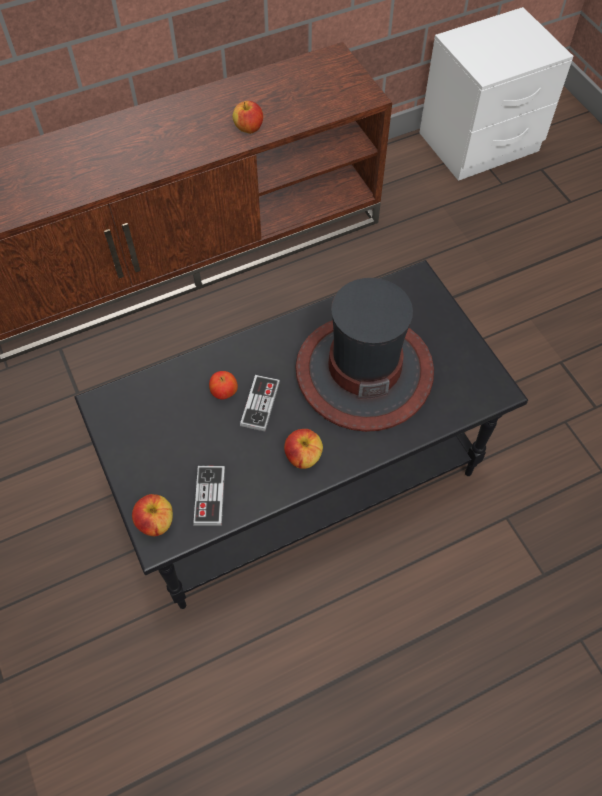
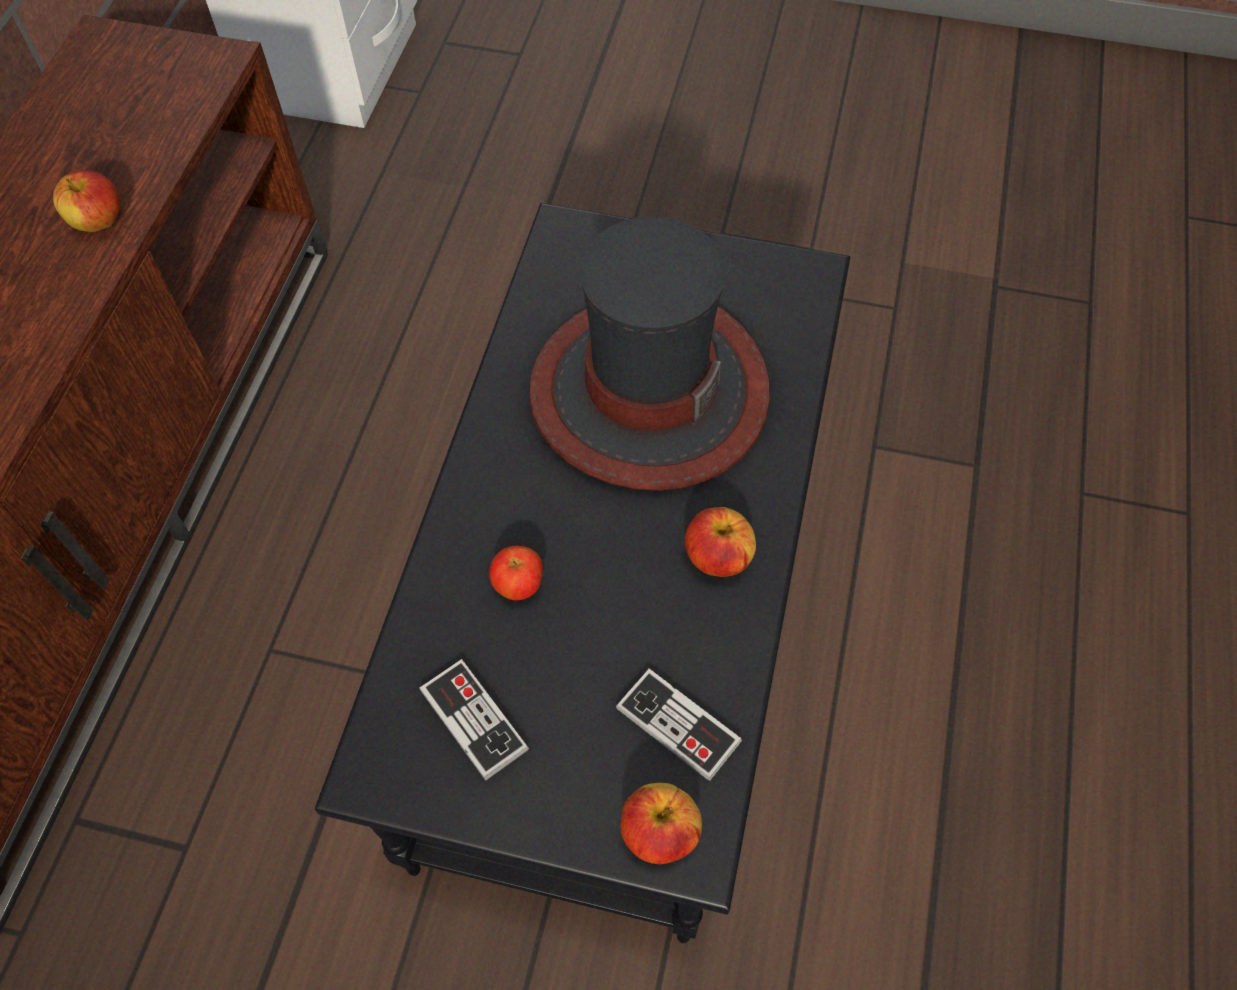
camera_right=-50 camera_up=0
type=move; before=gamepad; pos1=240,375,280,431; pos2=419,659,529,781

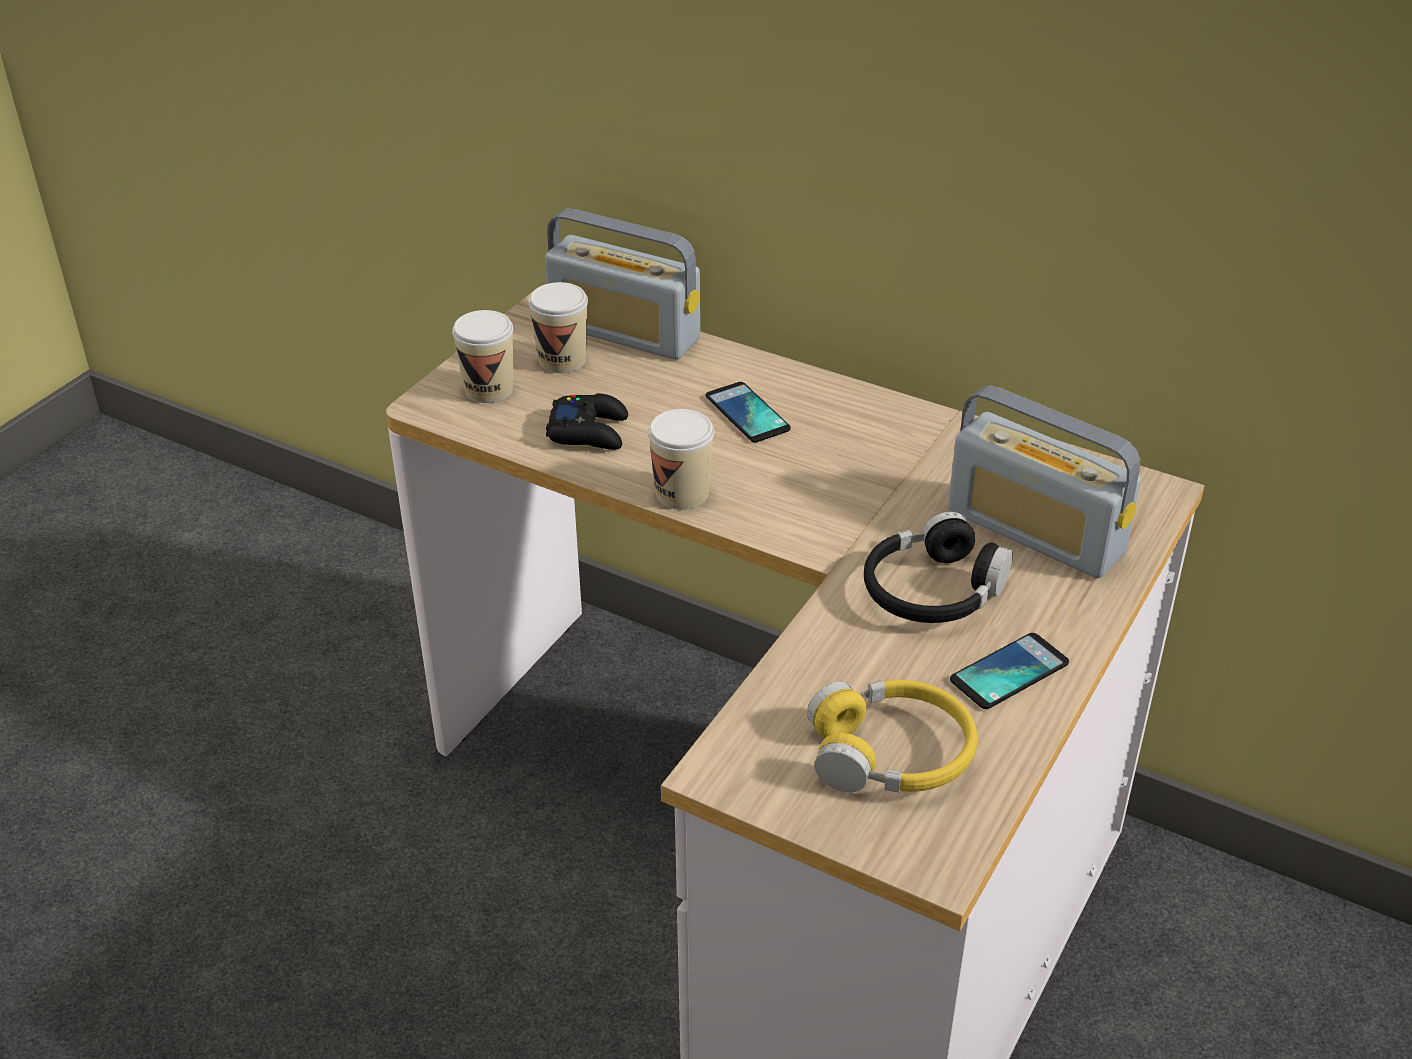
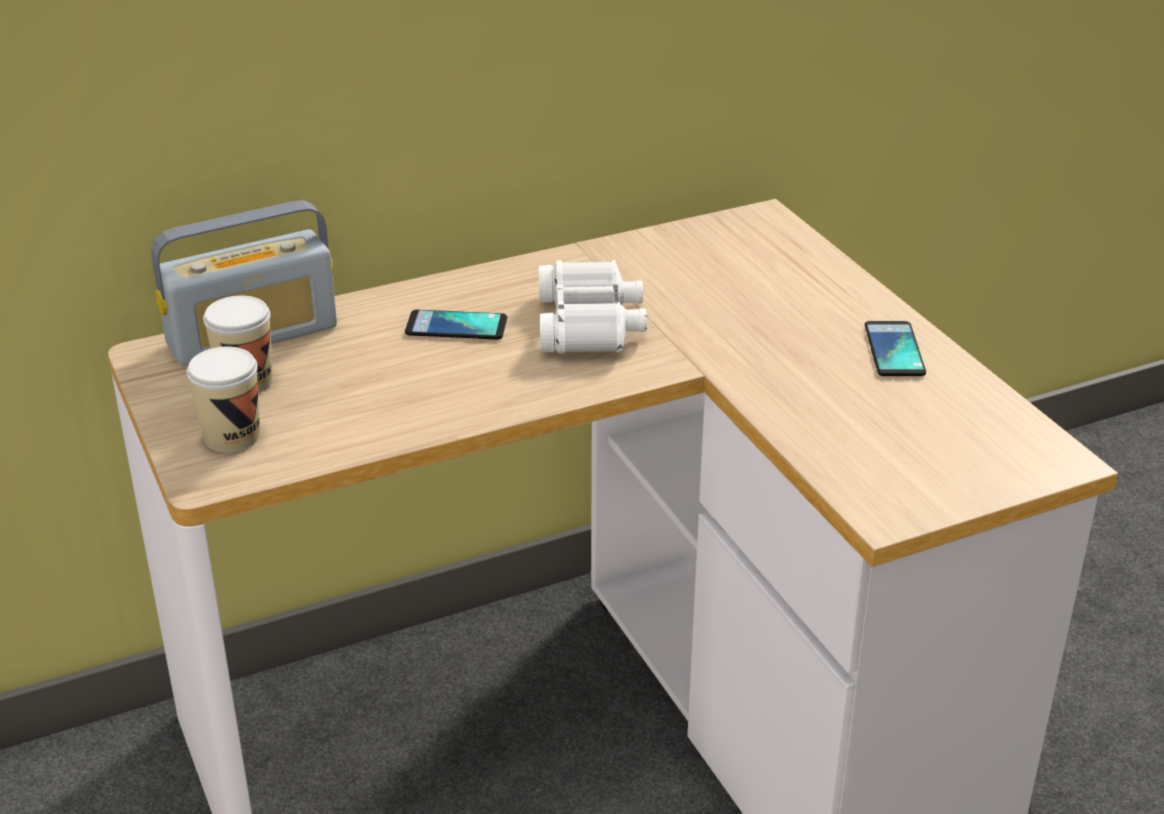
camera_right=-55 camera_up=-5
type=delete; before=blackish gamepad; pos1=546,393,628,450
type=delete; before=drinking cup; pos1=648,409,714,510
type=delete; before=yellow-coloured pair of headphones; pos1=807,680,978,792
type=delete; before=blackish pair of headphones; pos1=864,512,1013,623
type=delete; before=radio set; pos1=948,385,1141,578
type=insert; after=whitish field glasses; pos2=539,260,647,353

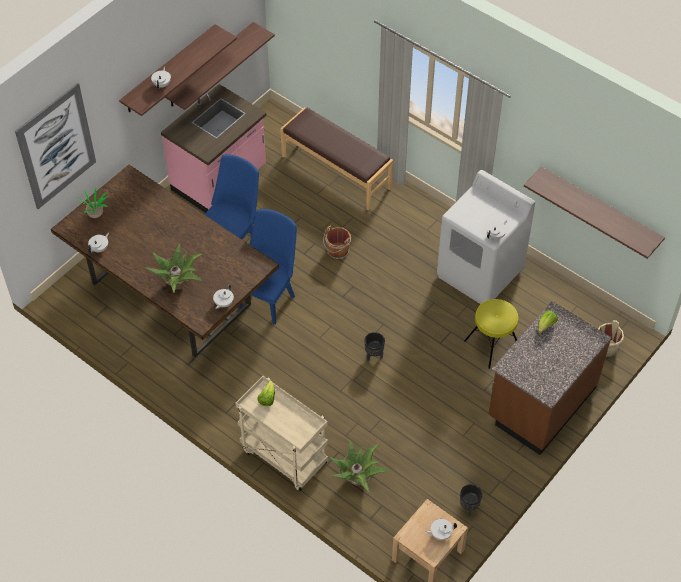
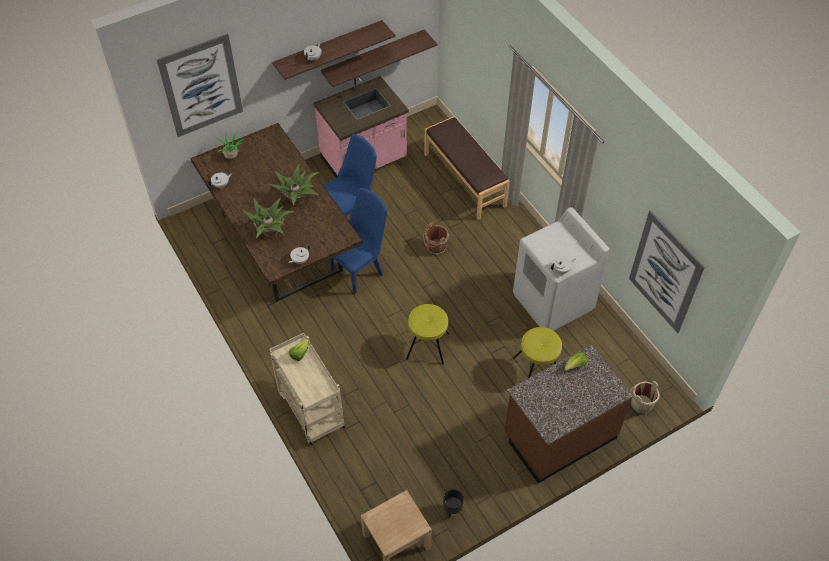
camera_right=20 camera_up=0
type=move; before=houseplant; pos1=329,440,390,492; pos2=269,164,319,205
type=replace; before=blackish flower pot; after=yellow-coloured sitting stool; pos1=365,332,385,361; pos2=406,304,449,365
type=delete; before=whitish pot for tea; pos1=425,519,457,540
type=replace; before=wall shelf; after=picture; pos1=524,167,665,259; pos2=629,210,705,333

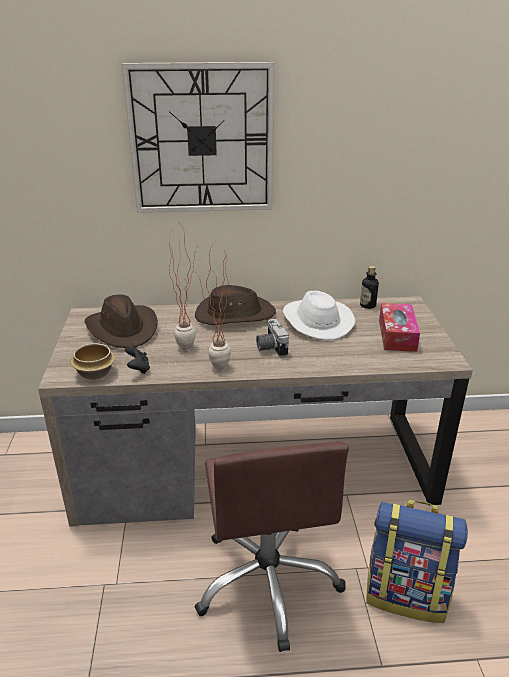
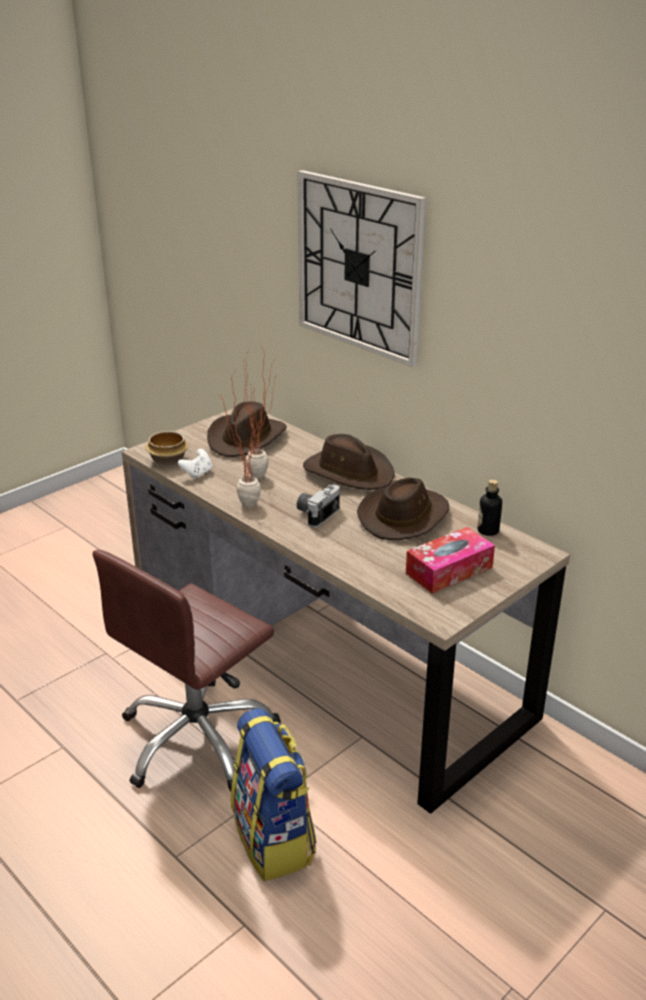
camera_right=50 camera_up=0
type=recolor; before=blackish gamepad; after=whitish gamepad; pos1=125,346,150,374; pos2=178,449,212,479
type=recolor; before=whitish clothing hat; after=brownish clothing hat; pos1=283,291,355,340; pos2=357,478,449,540

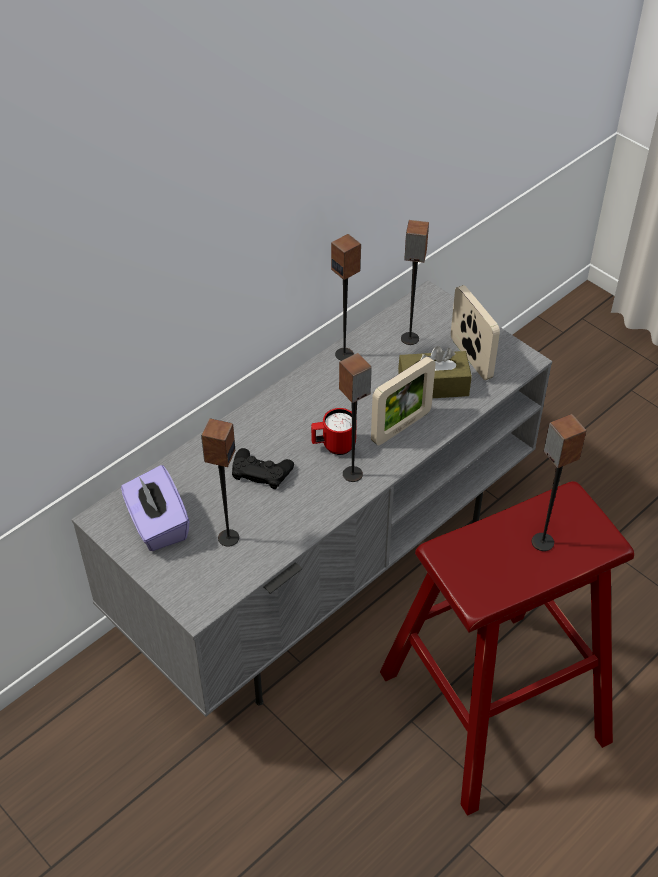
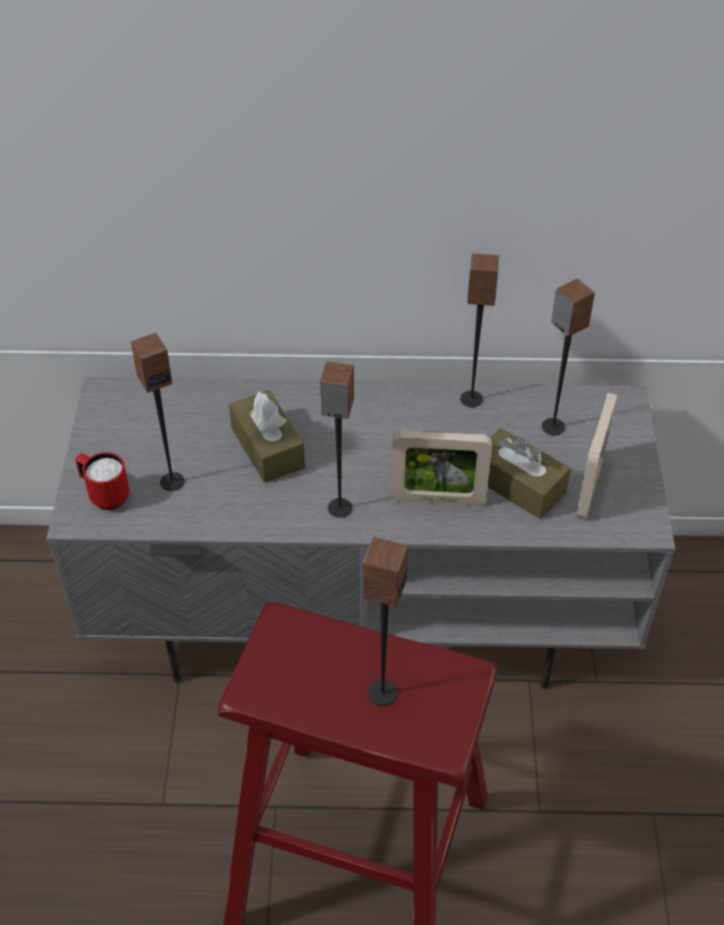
camera_right=45 camera_up=0
type=delete; before=purple tissue holder; pos1=121,465,190,551
type=replace; before=blackish gamepad; after=brownish tissue holder; pos1=232,448,294,489; pos2=229,390,305,483
type=move; before=reddish tea mug; pos1=311,408,357,455; pos2=75,452,130,510

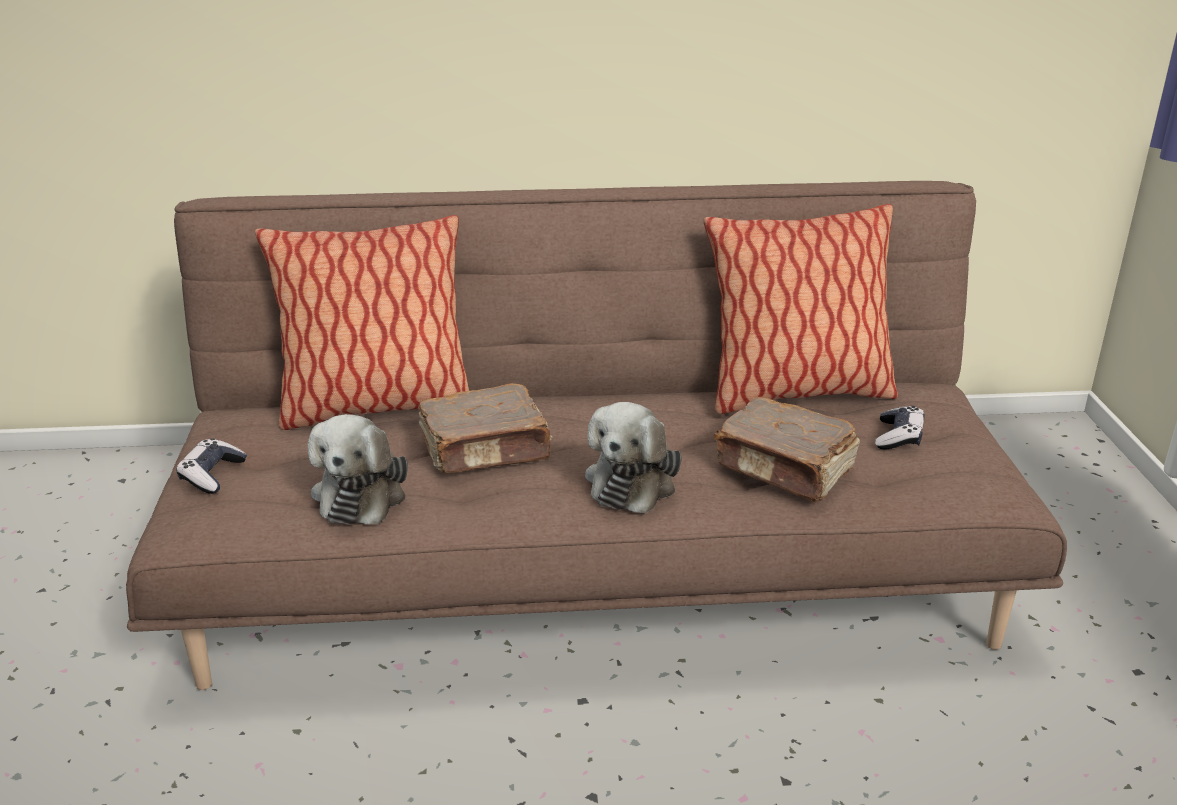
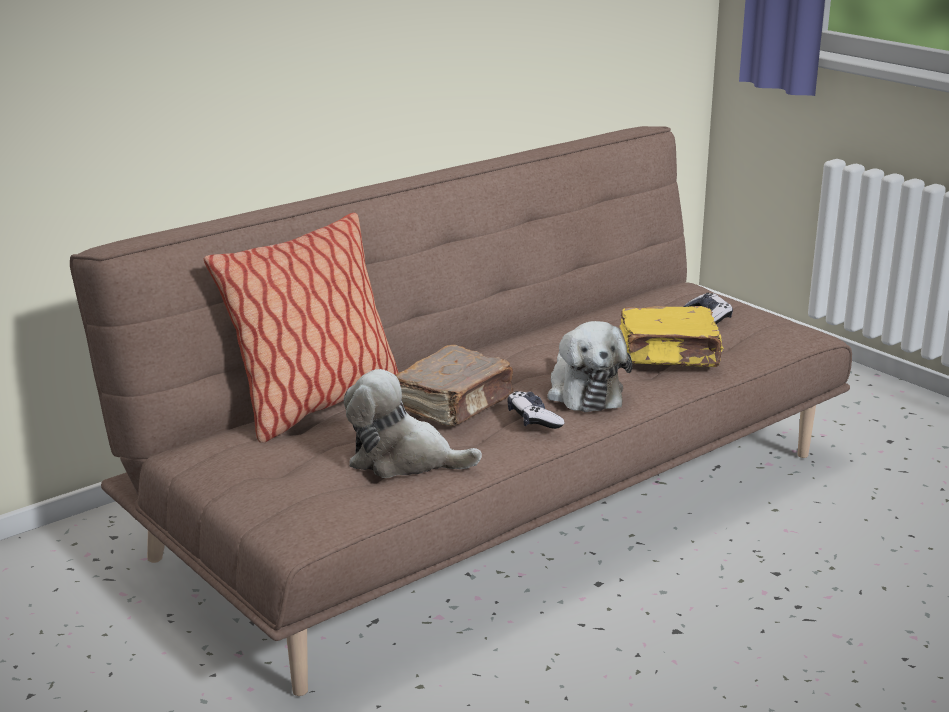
camera_right=-35 camera_up=-5
type=move; before=gamepad; pos1=176,439,247,494; pos2=507,391,564,429
type=rotate; before=cuddly toy; pos1=308,414,408,524; pos2=344,369,482,478; turn=135
type=delete; before=pillow; pos1=704,204,898,414
type=recolor; before=brownish book; after=yellow-coloured book; pos1=714,396,860,502; pos2=620,306,724,367

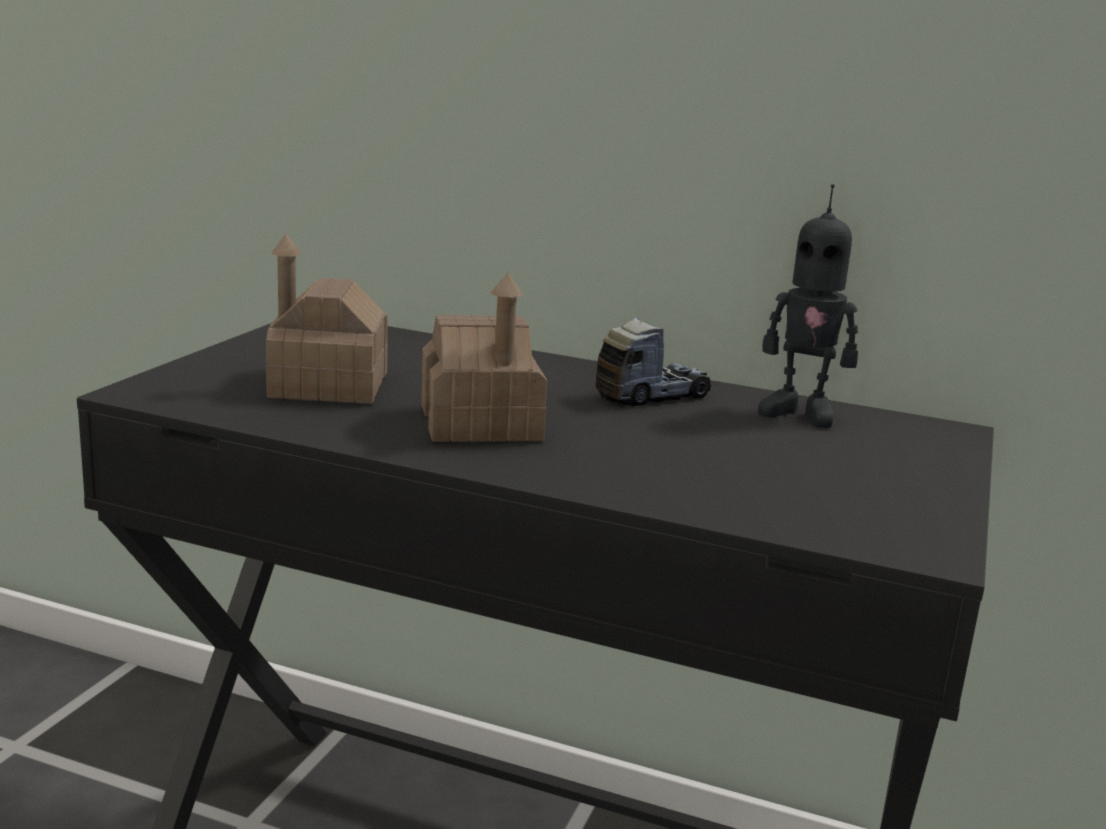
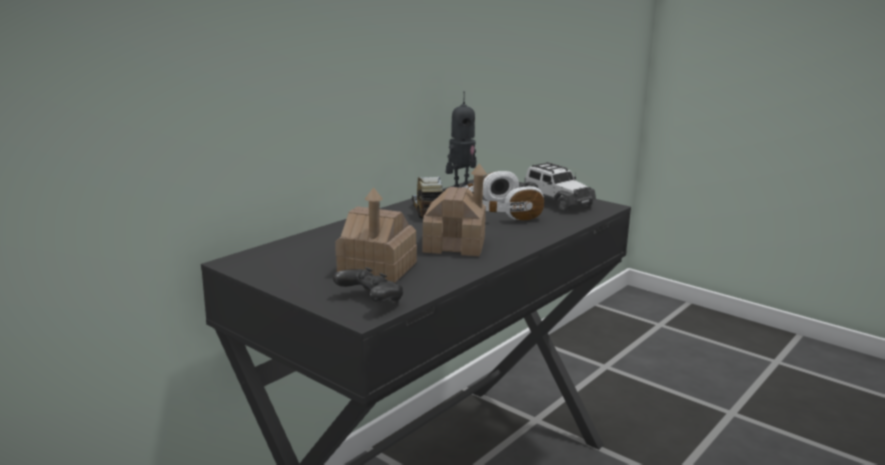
camera_right=-70 camera_up=0
type=insert; after=blackish gamepad; pos2=333,267,403,303
type=insert; after=whitish pair of headphones; pos2=462,171,544,220
type=insert; after=model car; pos2=522,162,596,212

